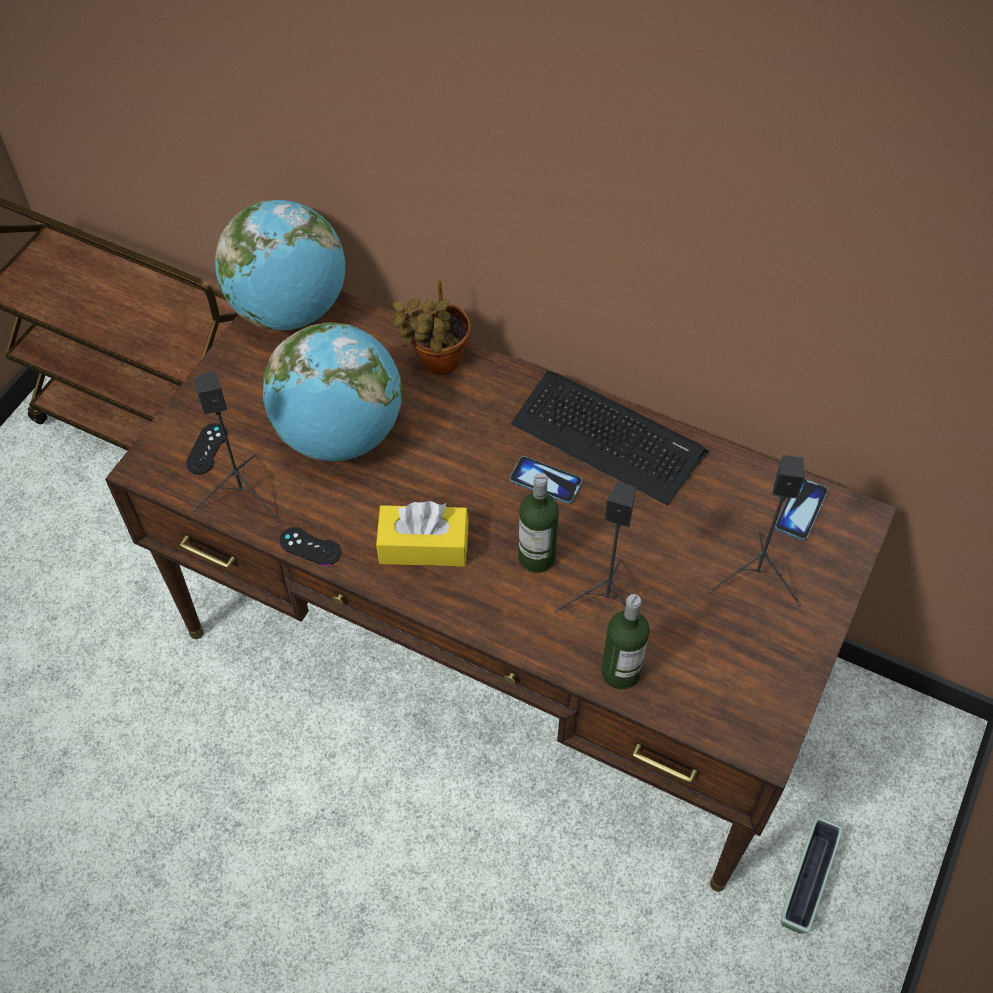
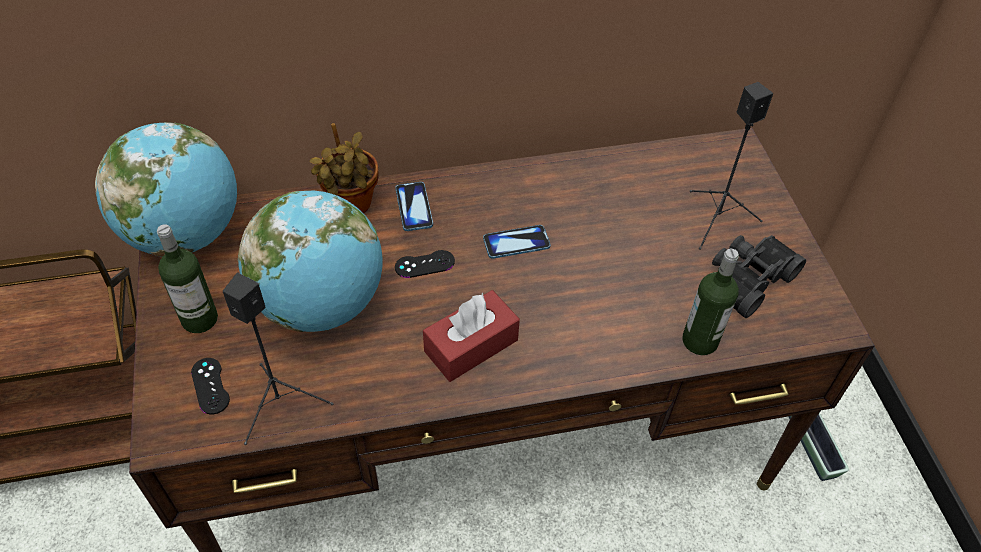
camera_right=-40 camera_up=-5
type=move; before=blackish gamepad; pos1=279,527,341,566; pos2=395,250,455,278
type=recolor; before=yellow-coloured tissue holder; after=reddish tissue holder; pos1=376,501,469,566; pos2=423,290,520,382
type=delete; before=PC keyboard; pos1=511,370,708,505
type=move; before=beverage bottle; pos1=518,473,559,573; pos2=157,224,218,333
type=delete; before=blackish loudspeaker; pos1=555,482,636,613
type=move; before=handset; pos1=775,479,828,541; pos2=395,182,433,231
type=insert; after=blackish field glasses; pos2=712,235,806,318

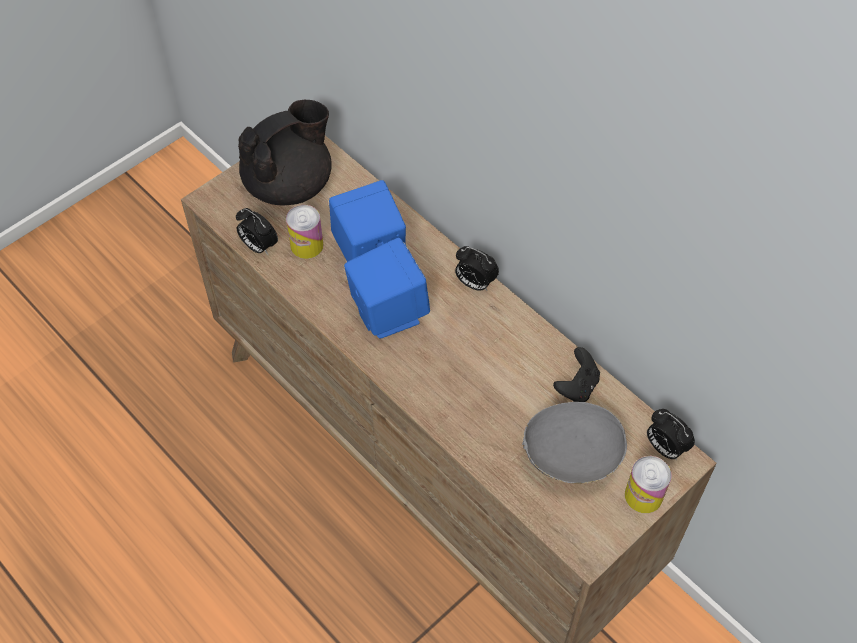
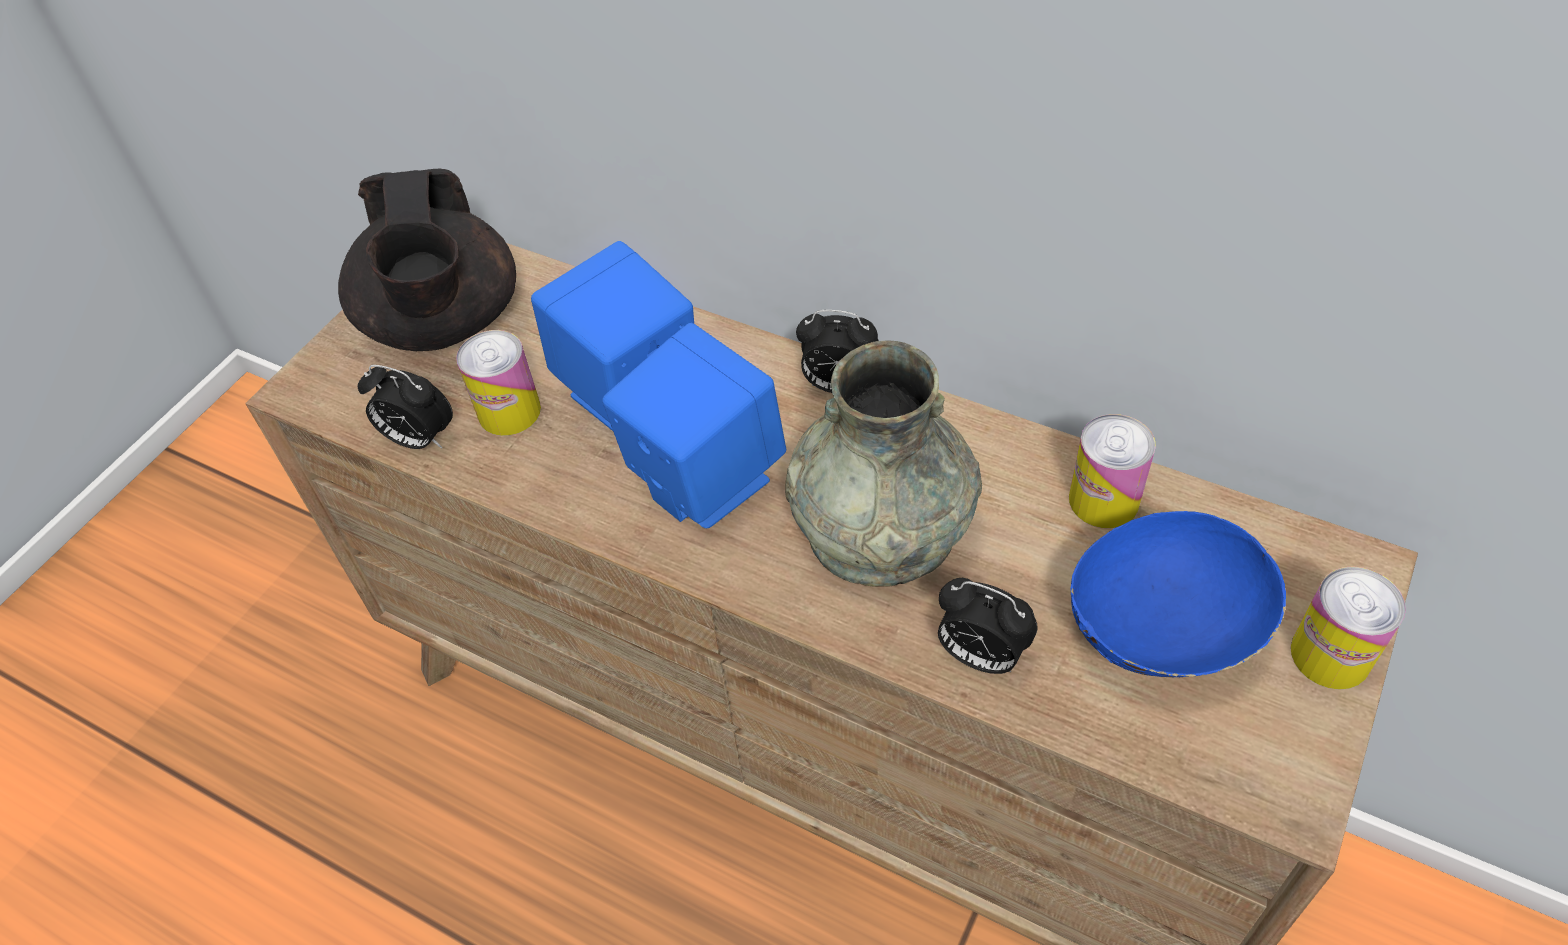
camera_right=-15 camera_up=-5
type=rotate; before=blackish pot for tea; pos1=238,100,332,205; pos2=338,169,516,351; turn=135
type=recolor; before=grey bowl; after=blue bowl; pos1=522,402,627,484; pos2=1071,511,1286,677
type=replace; before=blackish gamepad; after=can; pos1=553,347,600,402; pos2=1069,414,1156,528
type=move; before=bedside clock; pos1=647,409,695,460; pos2=938,578,1038,674
type=insert; after=grey vase; pos2=785,340,982,587

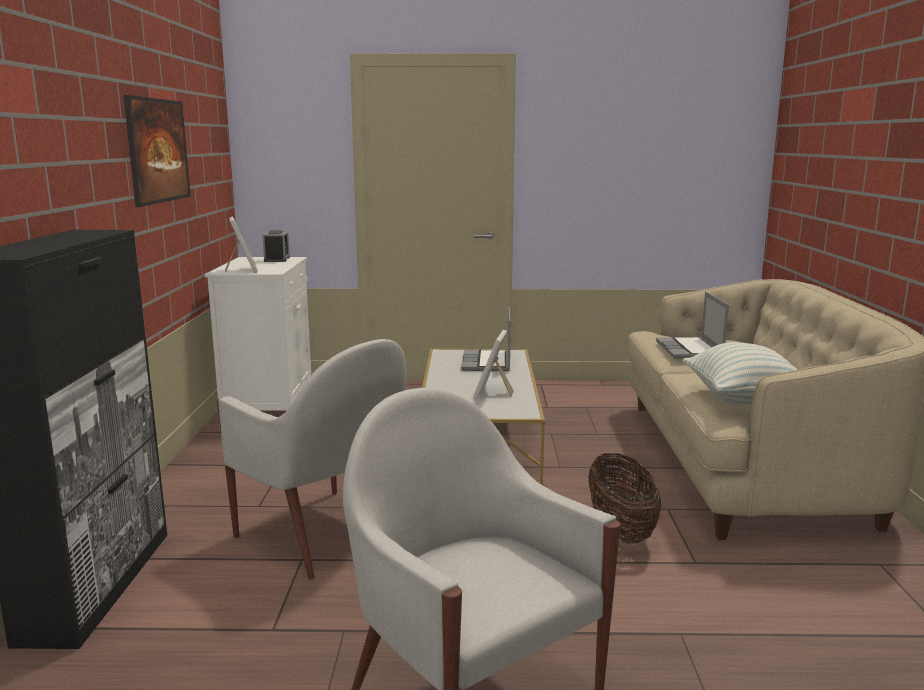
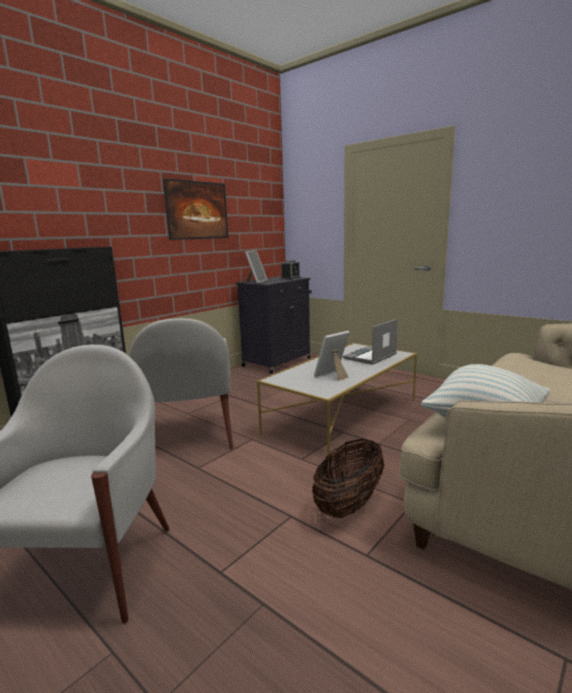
camera_right=40 camera_up=0
type=recolor; before=whitish cupboard; after=blackish cupboard; pos1=205,257,311,411; pos2=235,276,312,374
type=delete; before=notebook computer; pos1=656,292,729,359

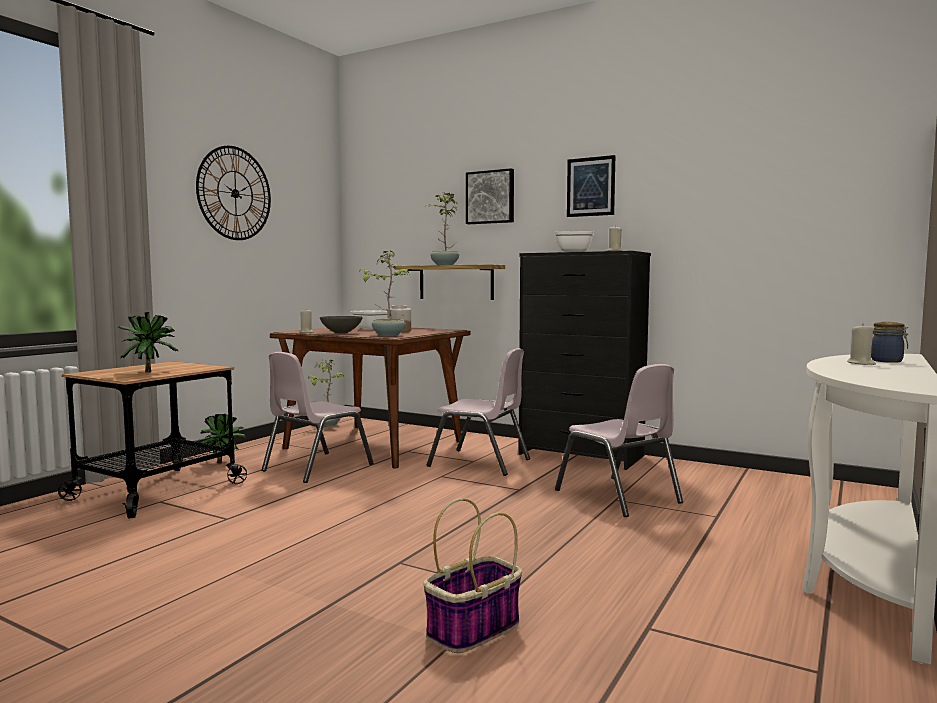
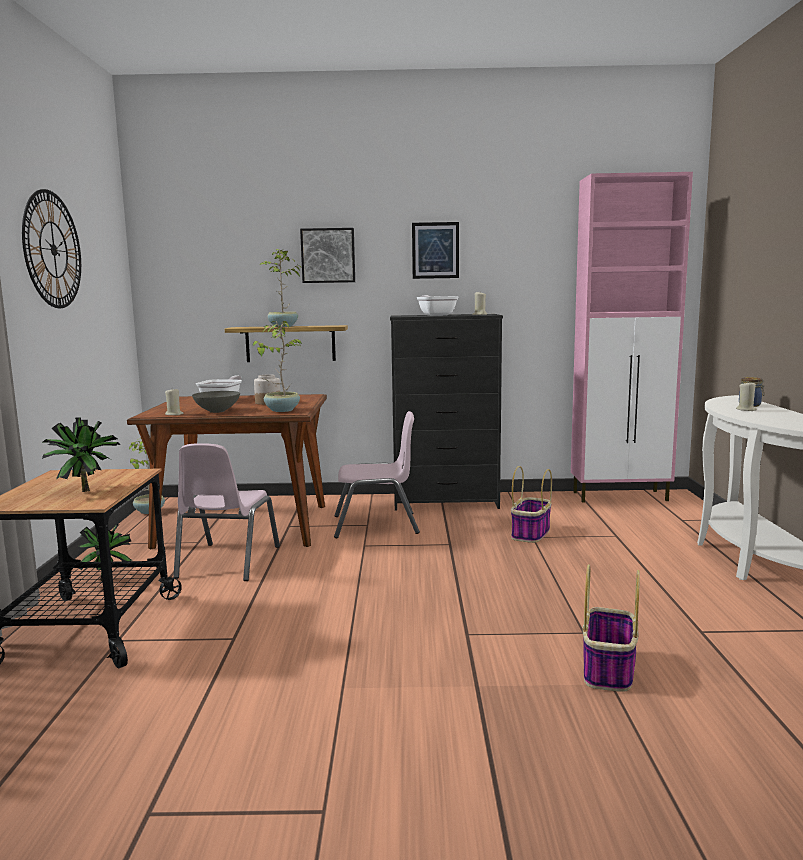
camera_right=-30 camera_up=5
type=replace; before=pink plain chair; after=household basket; pos1=555,364,683,517; pos2=511,466,552,543
type=insert; after=pink cupboard; pos2=571,172,693,503

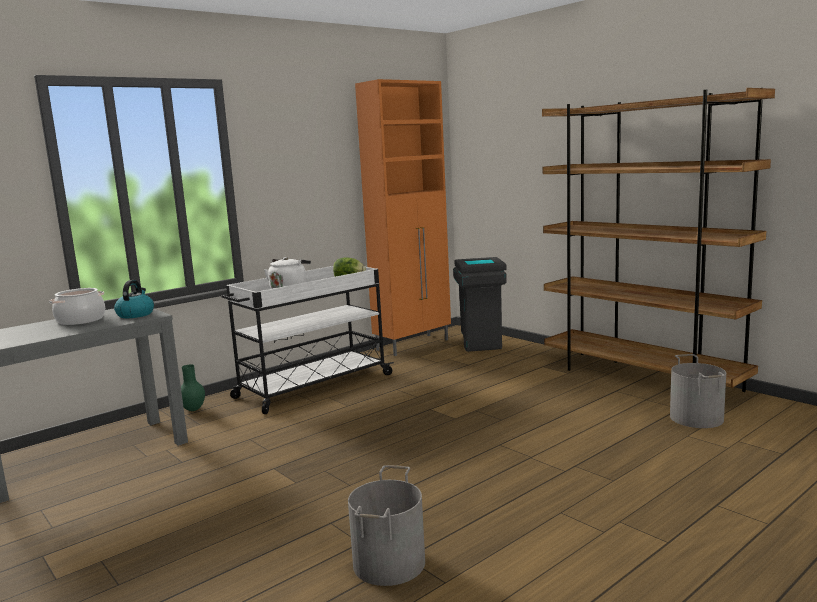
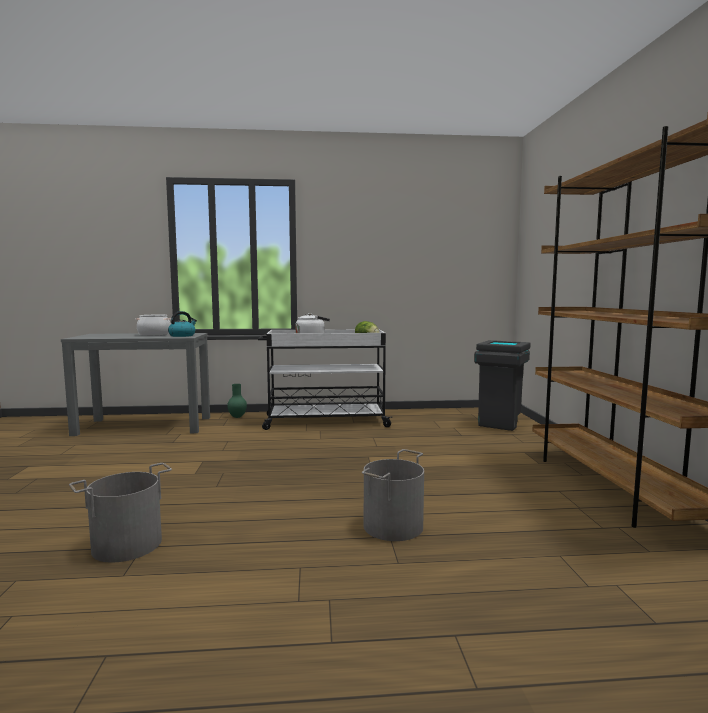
camera_right=35 camera_up=-5
type=delete; before=orange cupboard; pos1=355,79,451,356
type=move; before=grey pail; pos1=670,354,726,428; pos2=362,449,424,541

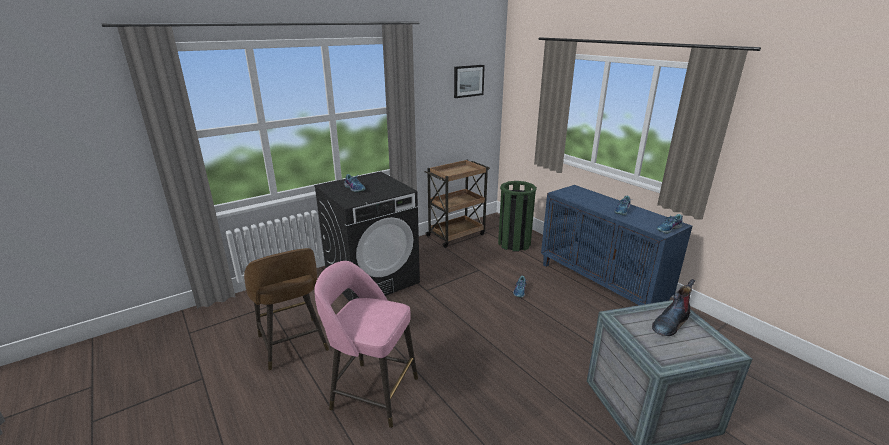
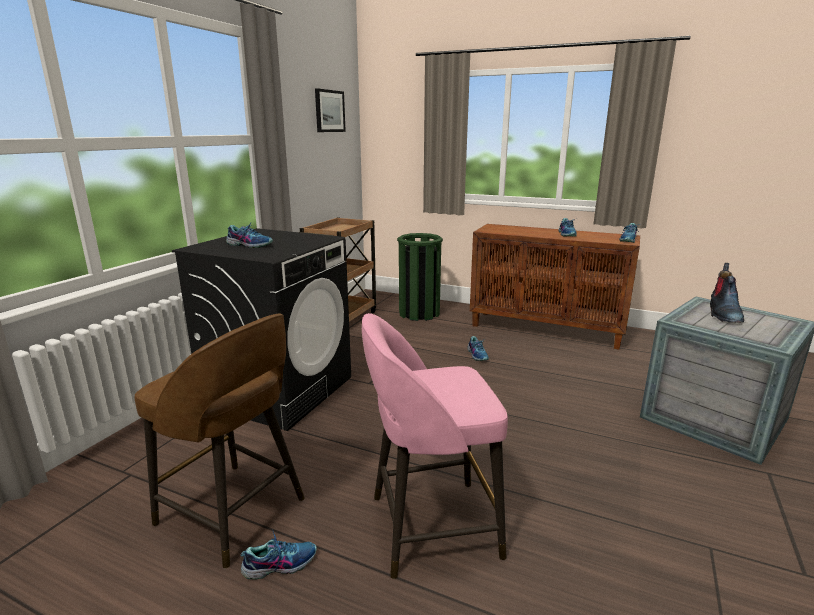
camera_right=-30 camera_up=-5
type=recolor; before=blue cupboard; after=brownish cupboard; pos1=541,185,692,305; pos2=470,224,640,349
type=insert; after=low shoe; pos2=240,529,317,580

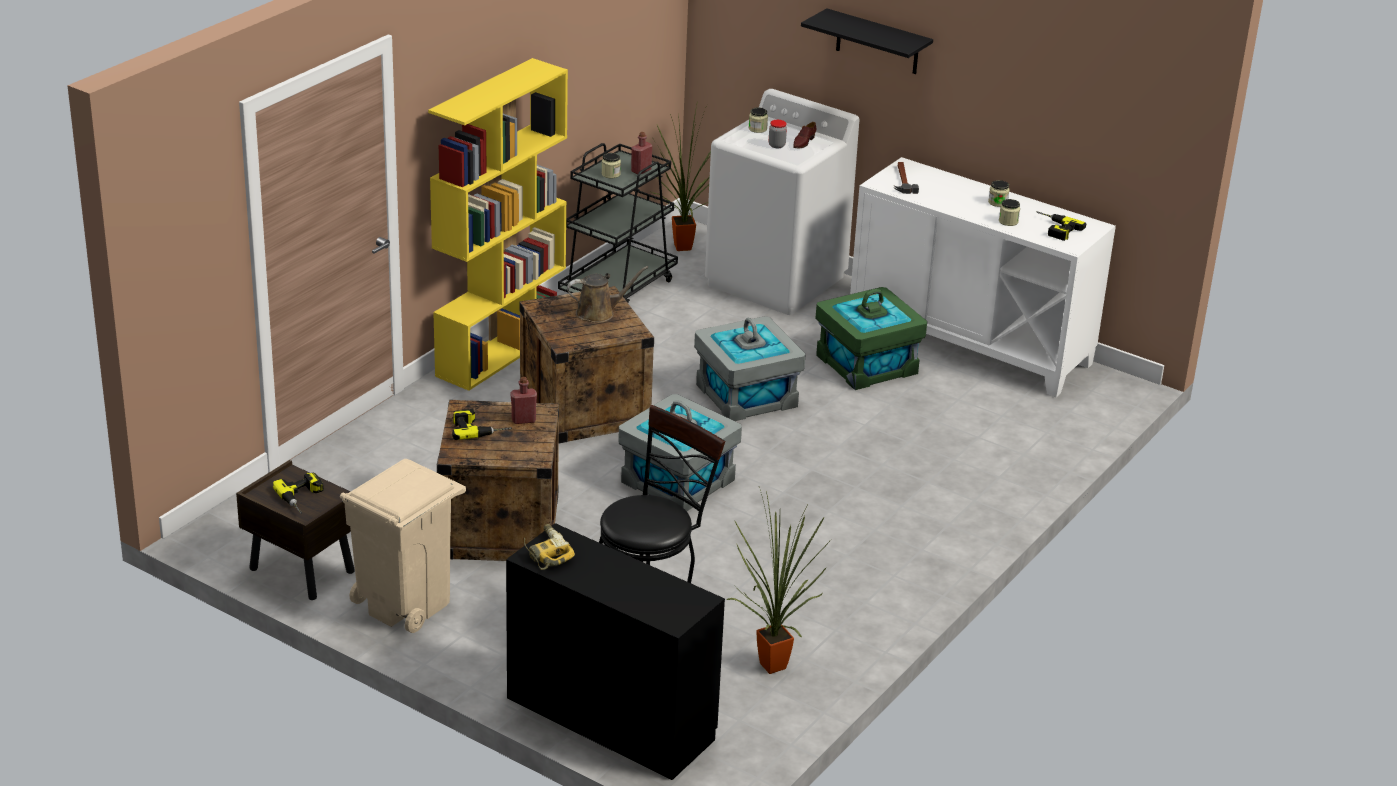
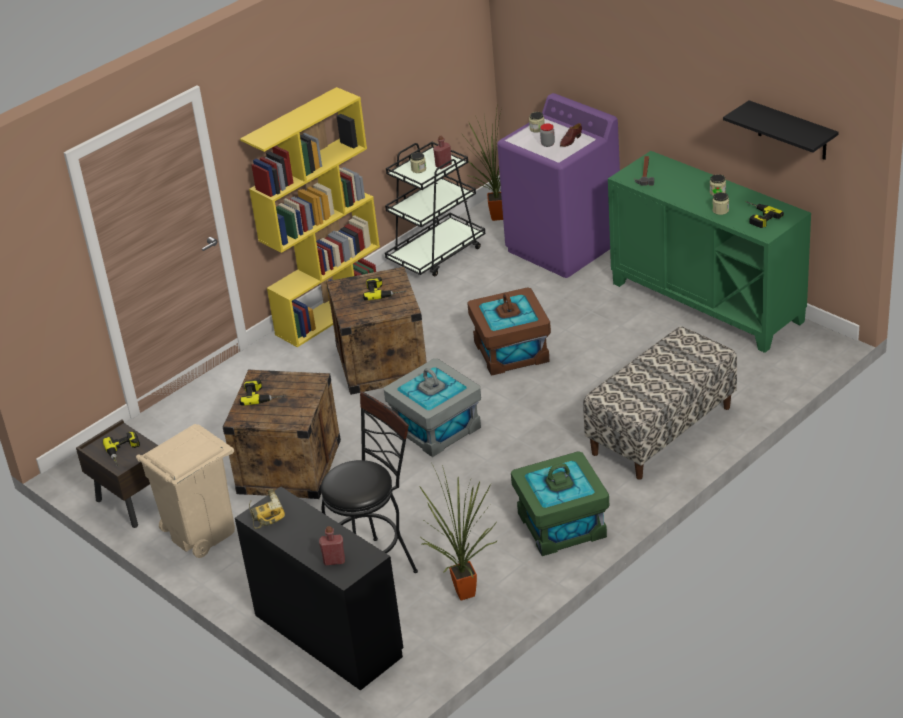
camera_right=15 camera_up=5
type=move; before=reddish beverage bottle; pos1=510,377,537,424; pos2=319,526,345,565
type=replace; before=brownish watering pot; after=electric drill; pos1=567,266,648,323; pos2=363,277,406,301
type=recolor; before=grey storage container; after=brownish storage container; pos1=694,316,806,421; pos2=467,287,551,376
type=recolor; before=whitish laundry appliance; after=purple laundry appliance; pos1=705,89,859,315; pos2=497,93,620,278
type=move; before=blackish wall shelf; pos1=801,8,933,74; pos2=723,100,839,160
type=move; before=greenish storage container; pos1=815,287,927,390; pos2=511,451,610,556
type=recolor; before=whitish cupboard; after=greenish cupboard; pos1=850,157,1116,397; pos2=608,151,811,353
type=insert; after=bench; pos2=583,326,737,480

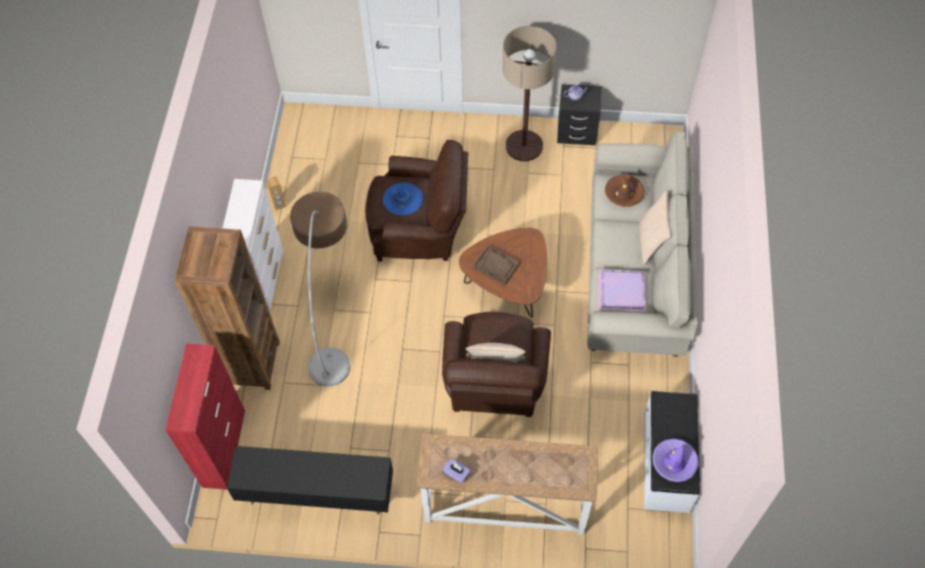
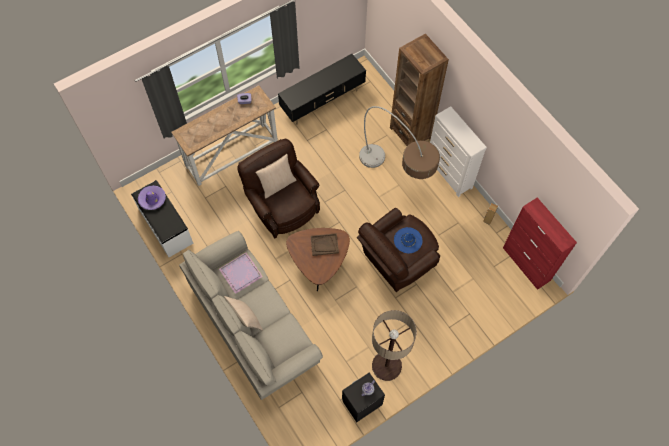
camera_right=140 camera_up=5
type=move; before=reddish cupboard; pos1=165,344,245,490; pos2=503,198,577,290
type=delete; before=brownish clothing hat; pos1=605,175,645,207

